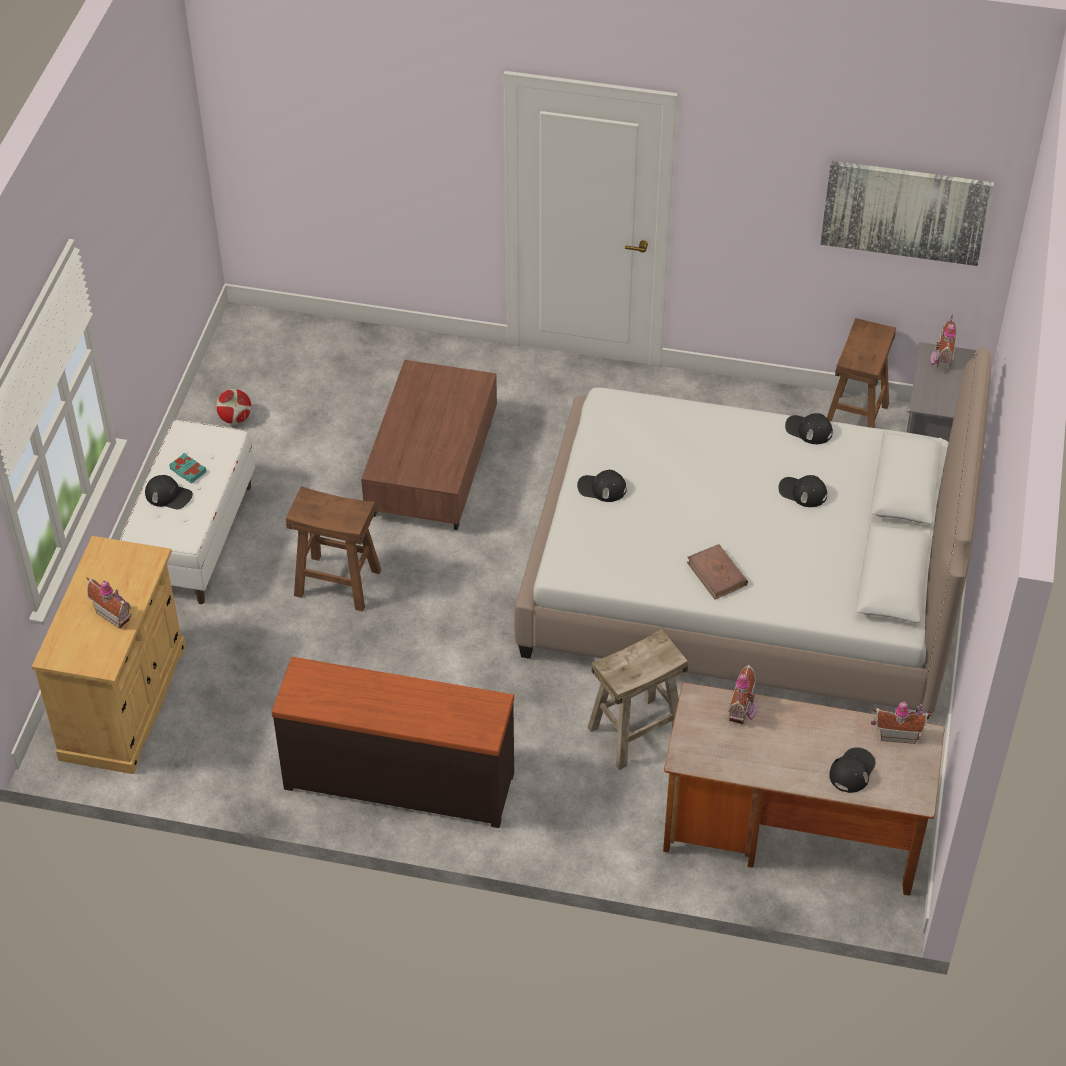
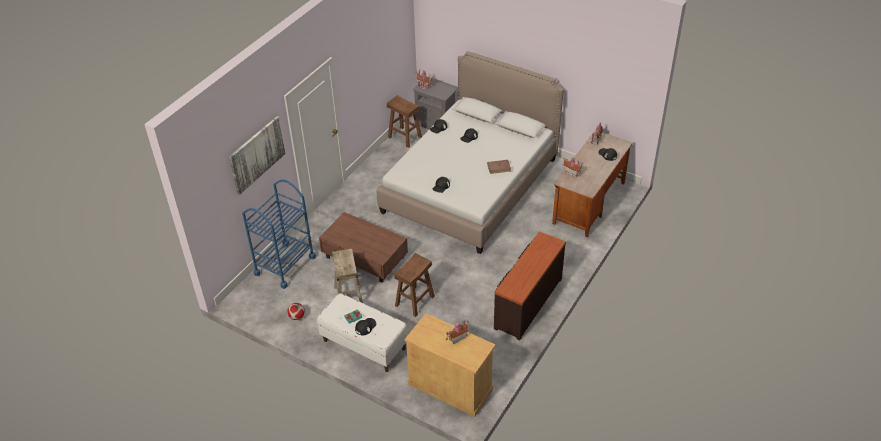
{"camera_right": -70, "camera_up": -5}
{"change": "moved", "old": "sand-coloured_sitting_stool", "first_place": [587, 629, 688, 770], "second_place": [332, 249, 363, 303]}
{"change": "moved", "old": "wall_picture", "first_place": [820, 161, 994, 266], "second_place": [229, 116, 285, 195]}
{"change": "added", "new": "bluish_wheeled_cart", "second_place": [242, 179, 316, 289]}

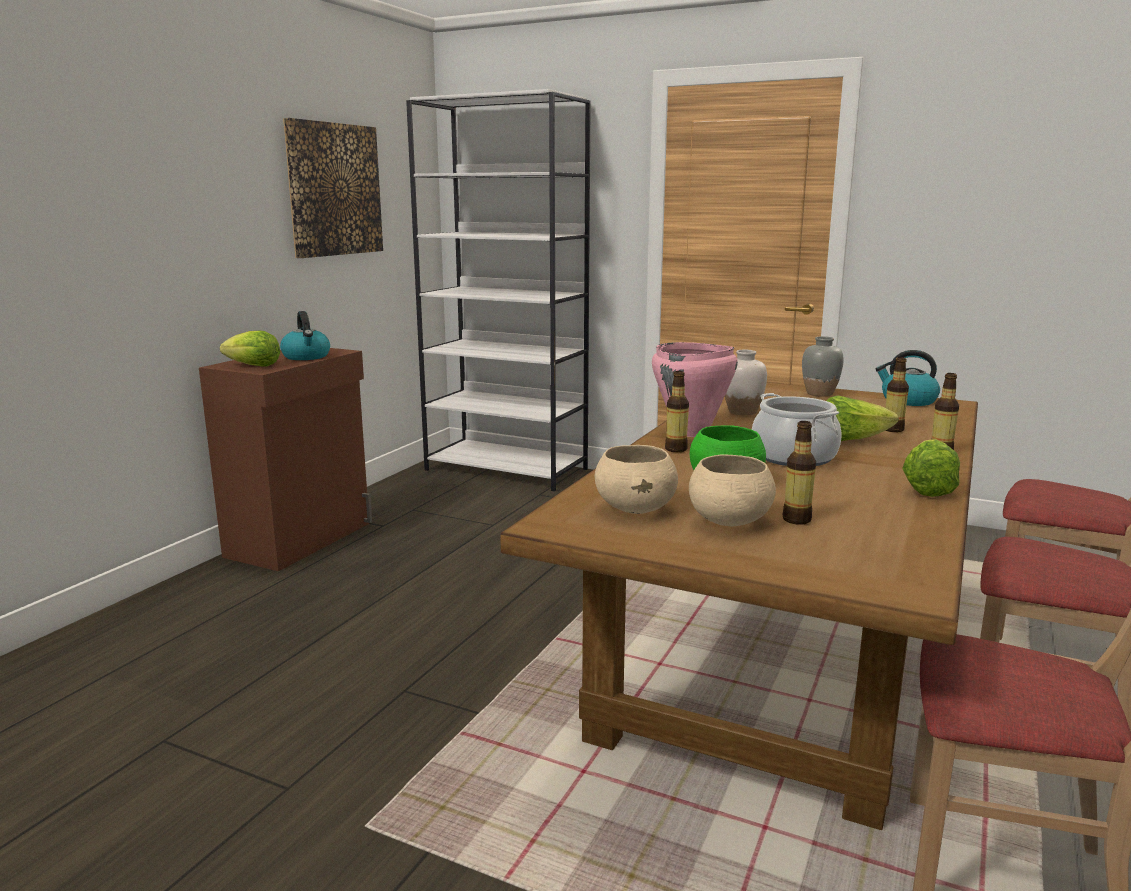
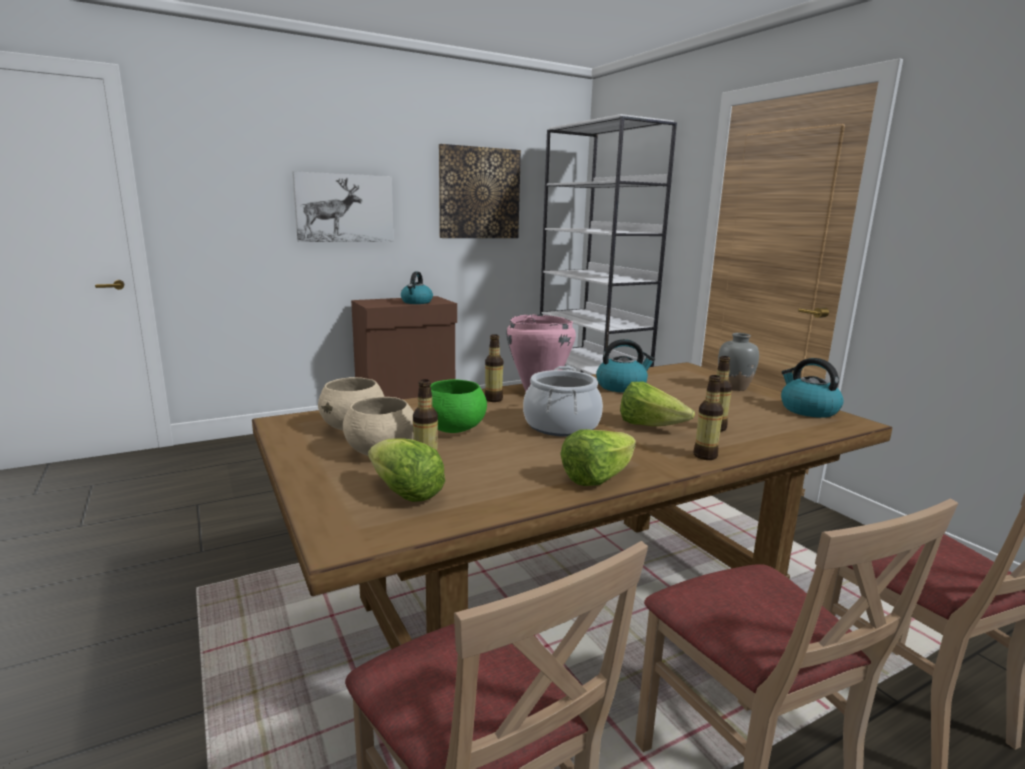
{"camera_right": 35, "camera_up": 0}
{"change": "moved", "old": "head_of_lettuce", "first_place": [220, 330, 280, 367], "second_place": [368, 439, 445, 502]}
{"change": "replaced", "old": "white-coloured_flower_vase", "new": "tea_kettle", "first_place": [725, 350, 767, 415], "second_place": [596, 339, 655, 393]}
{"change": "added", "new": "wall_picture", "second_place": [292, 171, 394, 242]}

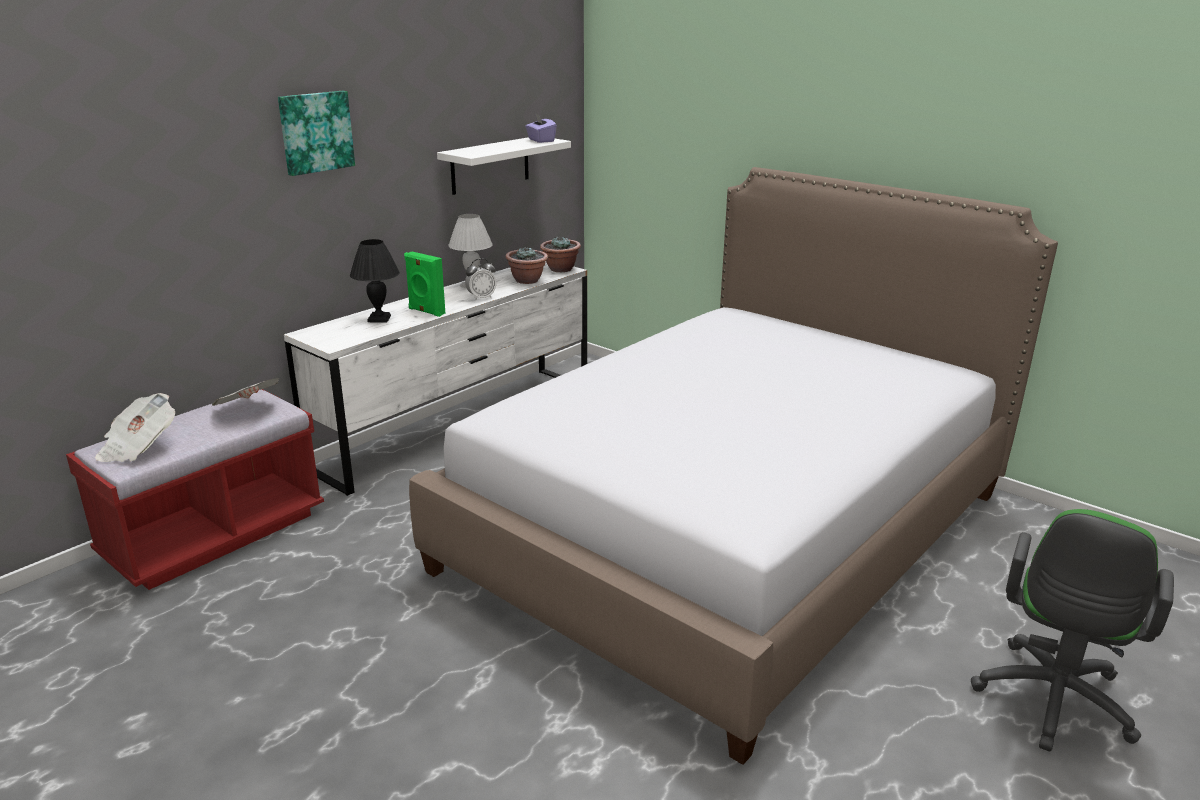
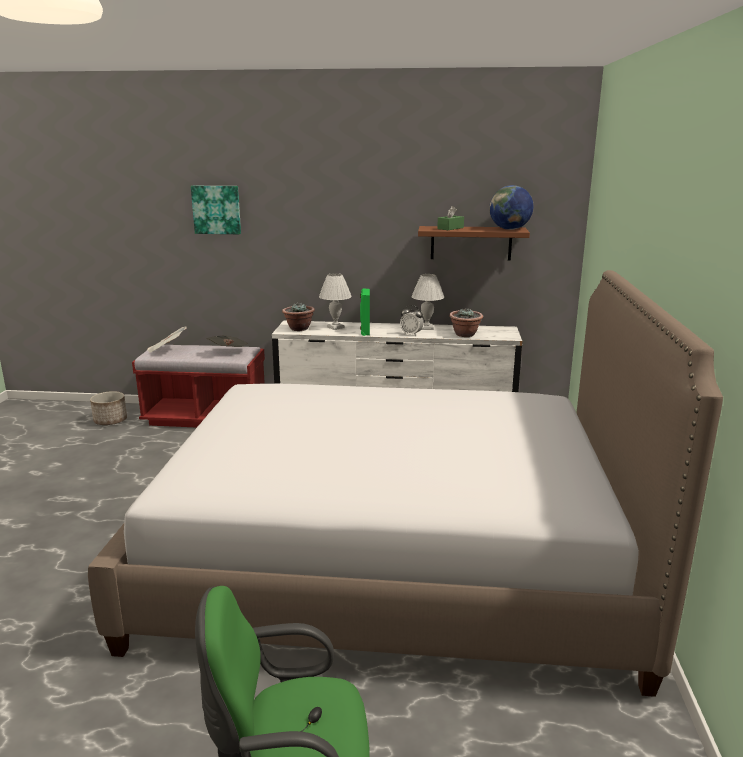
{"camera_right": 55, "camera_up": -5}
{"change": "moved", "old": "wall_picture", "first_place": [278, 91, 355, 176], "second_place": [191, 186, 241, 234]}
{"change": "recoloured", "old": "black_lamp_for_a_table", "new": "white-coloured_lamp_for_a_table", "first_place": [350, 239, 400, 322], "second_place": [319, 273, 352, 330]}
{"change": "recoloured", "old": "white-coloured_wall_shelf", "new": "brown_wall_shelf", "first_place": [437, 137, 571, 195], "second_place": [418, 226, 530, 261]}
{"change": "replaced", "old": "purplish_tissue_box", "new": "globe", "first_place": [525, 113, 557, 143], "second_place": [489, 185, 533, 230]}
{"change": "moved", "old": "houseplant", "first_place": [540, 237, 581, 272], "second_place": [282, 302, 315, 331]}
{"change": "added", "new": "planter", "second_place": [90, 391, 127, 425]}
{"change": "added", "new": "greenish_tissue_box", "second_place": [437, 206, 464, 230]}

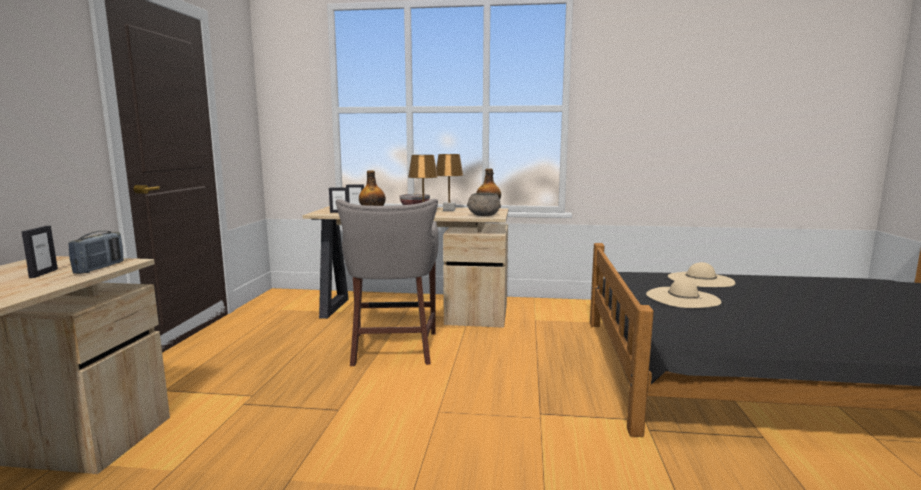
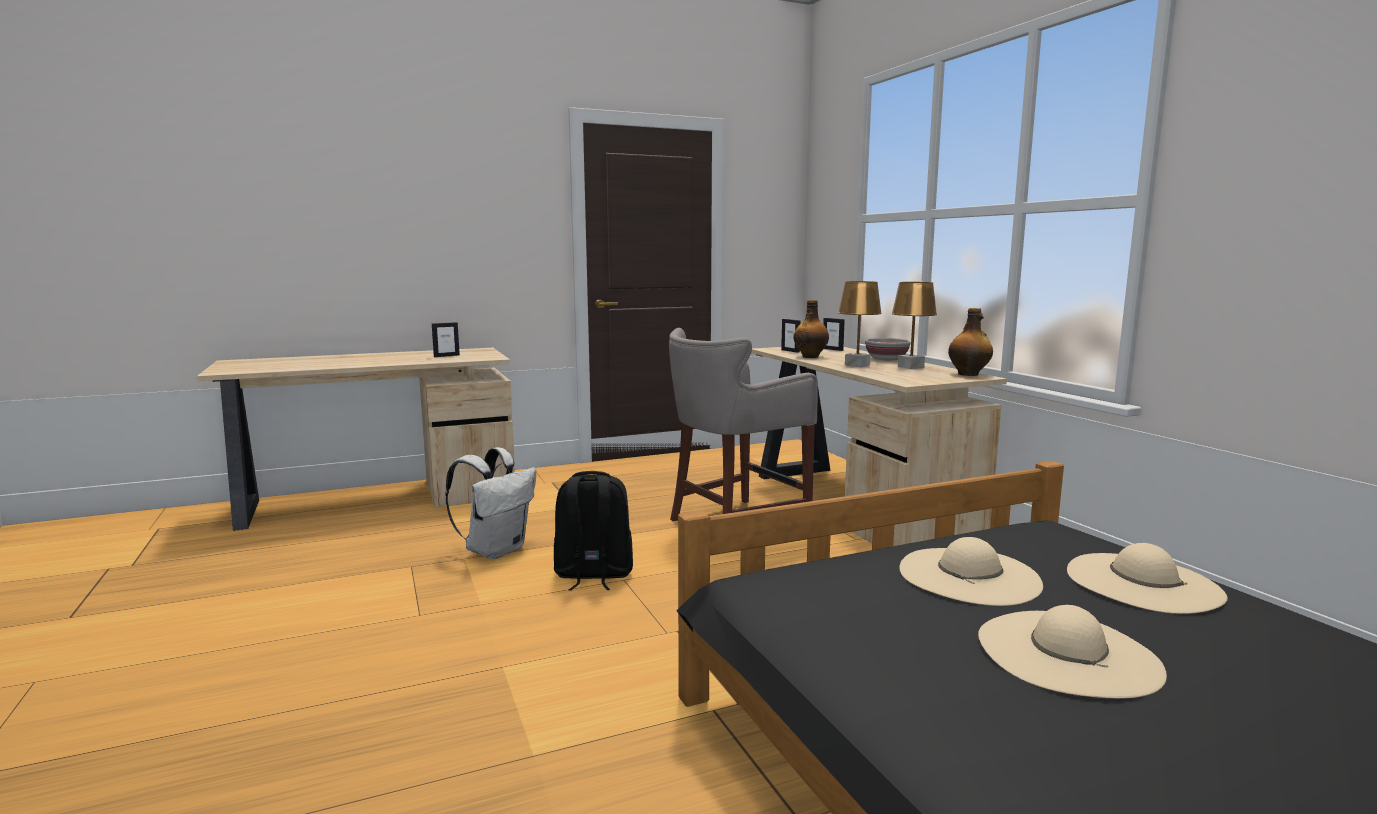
{"camera_right": 60, "camera_up": 0}
{"change": "removed", "old": "radio_set", "first_place": [68, 231, 124, 274]}
{"change": "removed", "old": "grey_deep_dish", "first_place": [467, 193, 501, 216]}
{"change": "added", "new": "white-coloured_rucksack", "second_place": [445, 447, 536, 559]}
{"change": "added", "new": "black_rucksack", "second_place": [554, 471, 633, 591]}
{"change": "added", "new": "sand-coloured_clothing_hat", "second_place": [978, 605, 1167, 698]}

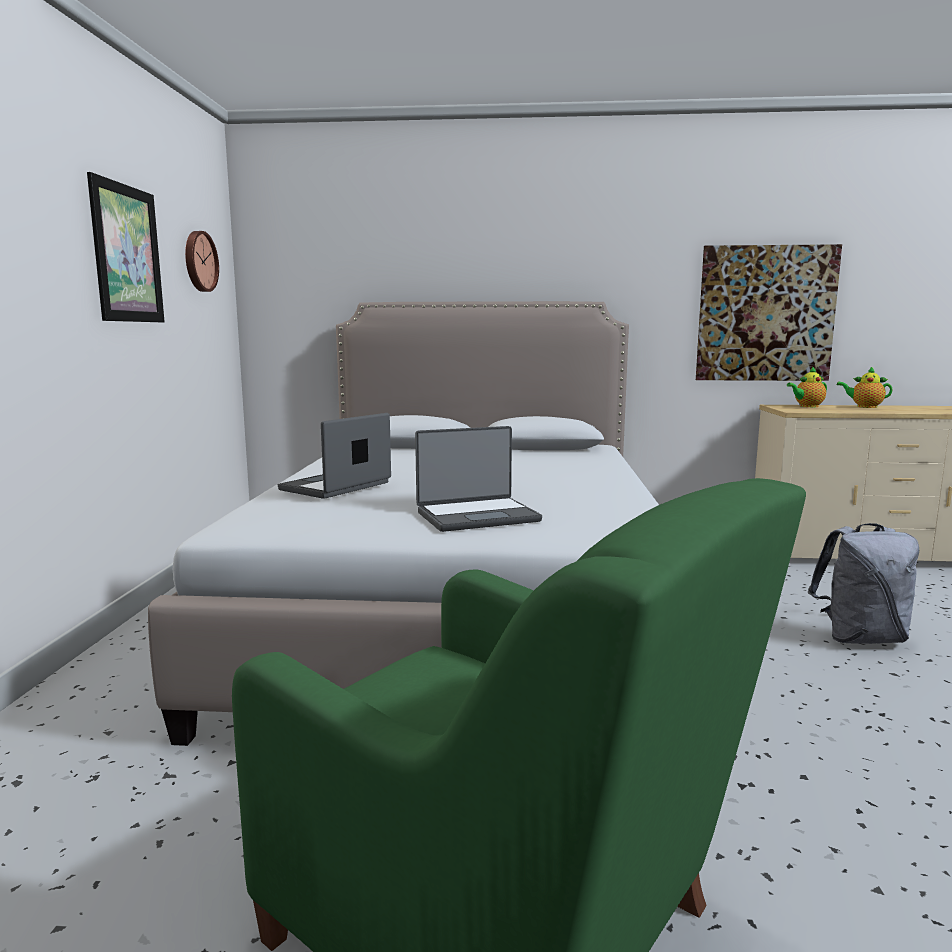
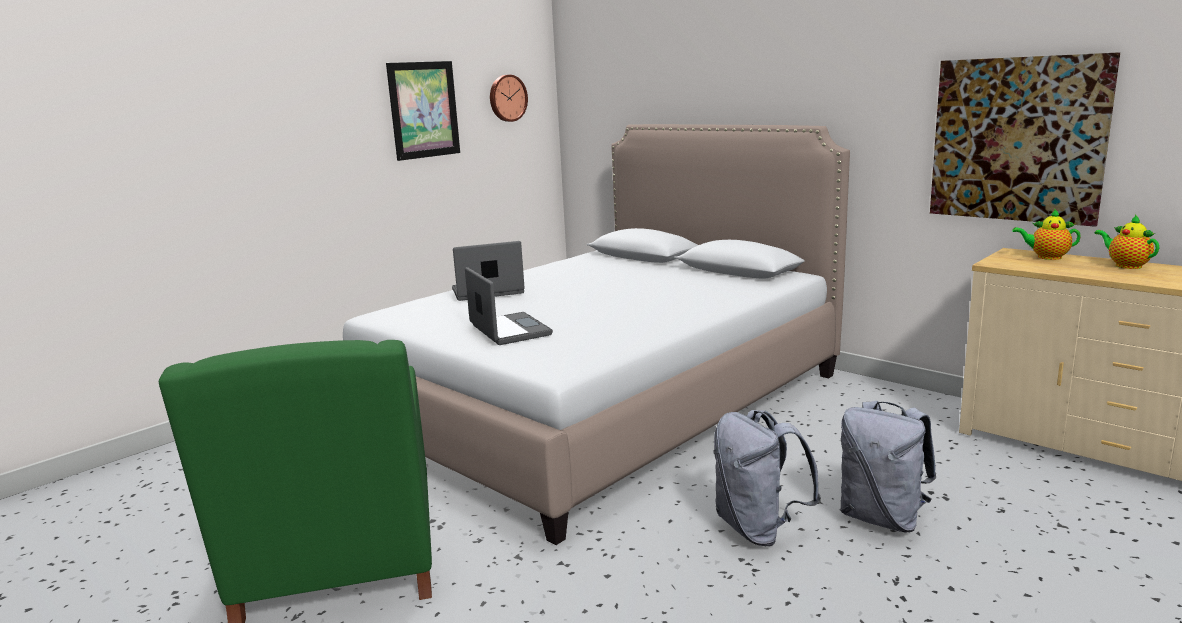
{"camera_right": 40, "camera_up": 5}
{"change": "turned", "old": "laptop", "first_place": [415, 426, 542, 532], "second_place": [465, 267, 553, 345], "degrees": -135}
{"change": "added", "new": "grey_rucksack", "second_place": [713, 410, 821, 546]}

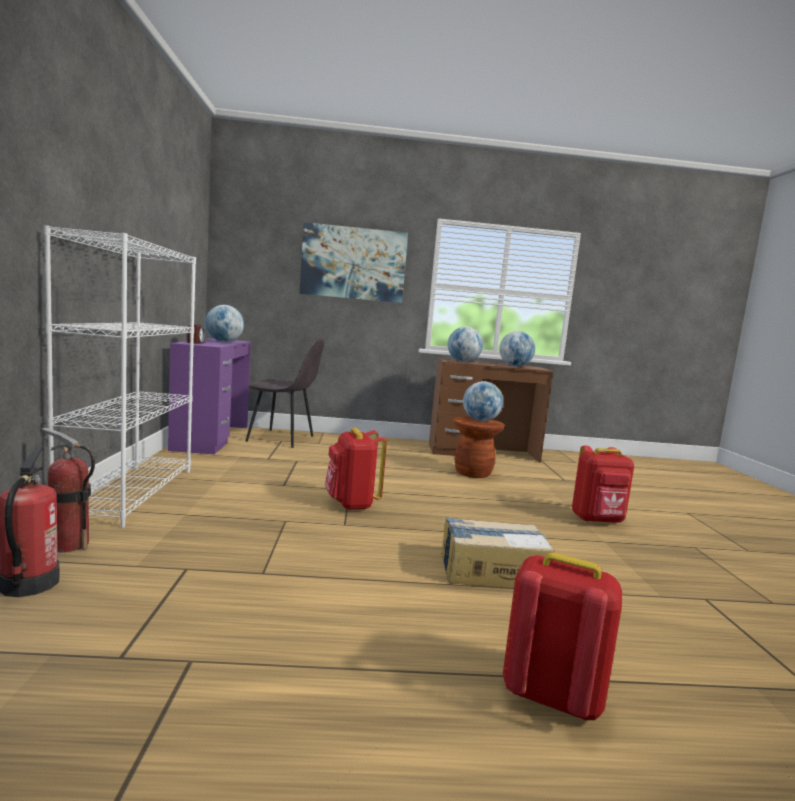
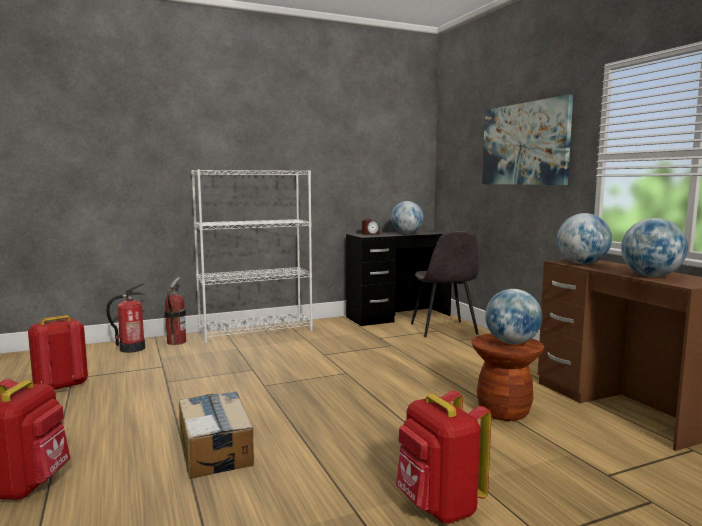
{"camera_right": 70, "camera_up": 0}
{"change": "recoloured", "old": "purplish_desk_table", "new": "black_desk_table", "first_place": [168, 338, 251, 454], "second_place": [346, 230, 452, 326]}
{"change": "moved", "old": "red_rucksack", "first_place": [325, 428, 387, 510], "second_place": [28, 315, 88, 390]}

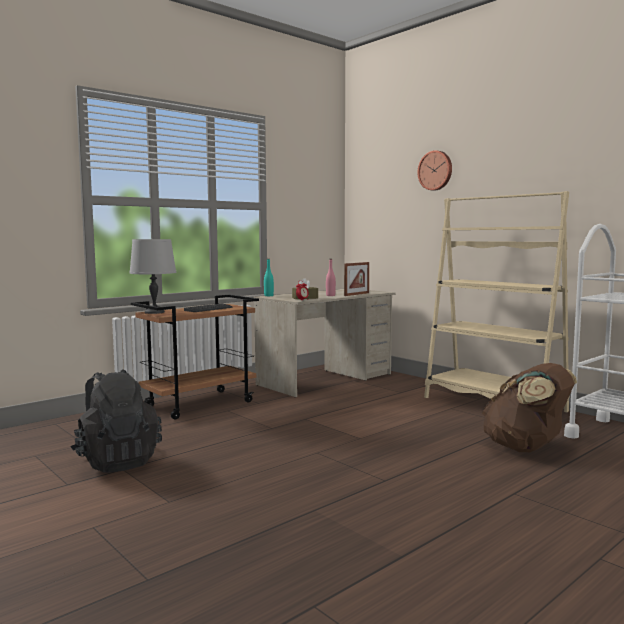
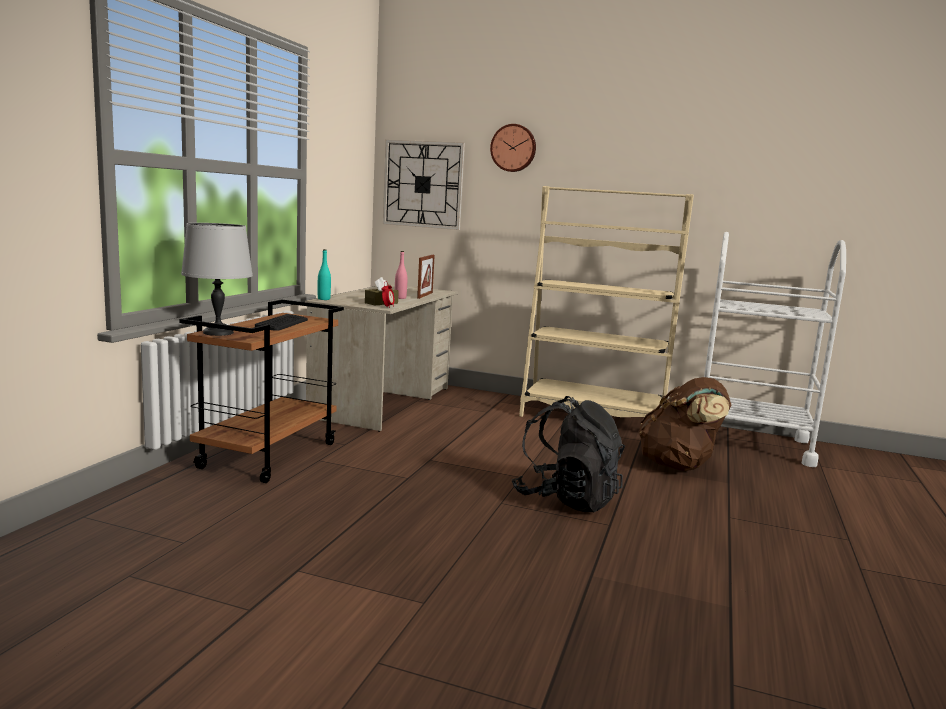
{"camera_right": -30, "camera_up": 5}
{"change": "moved", "old": "black_rucksack", "first_place": [70, 369, 162, 473], "second_place": [512, 396, 625, 512]}
{"change": "added", "new": "wall_clock", "second_place": [383, 140, 465, 230]}

